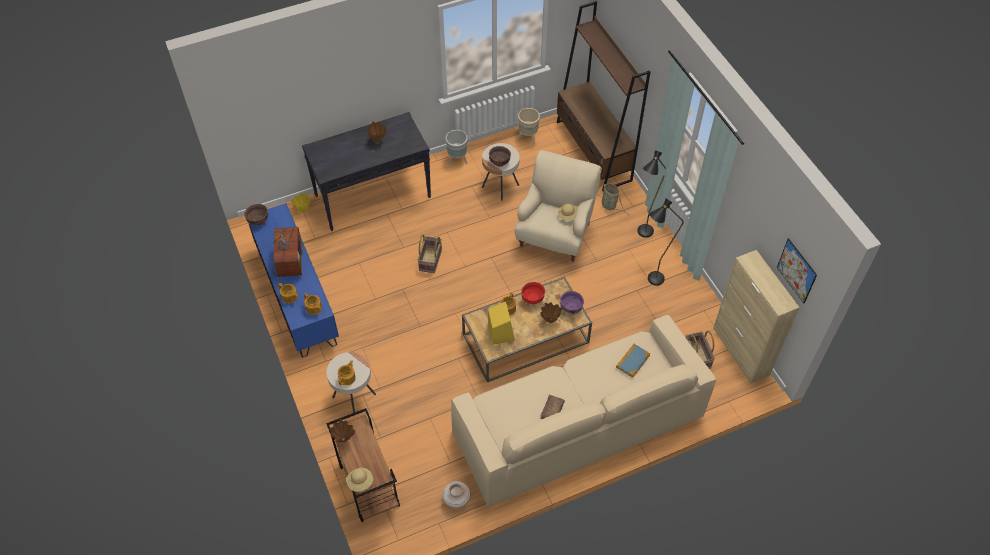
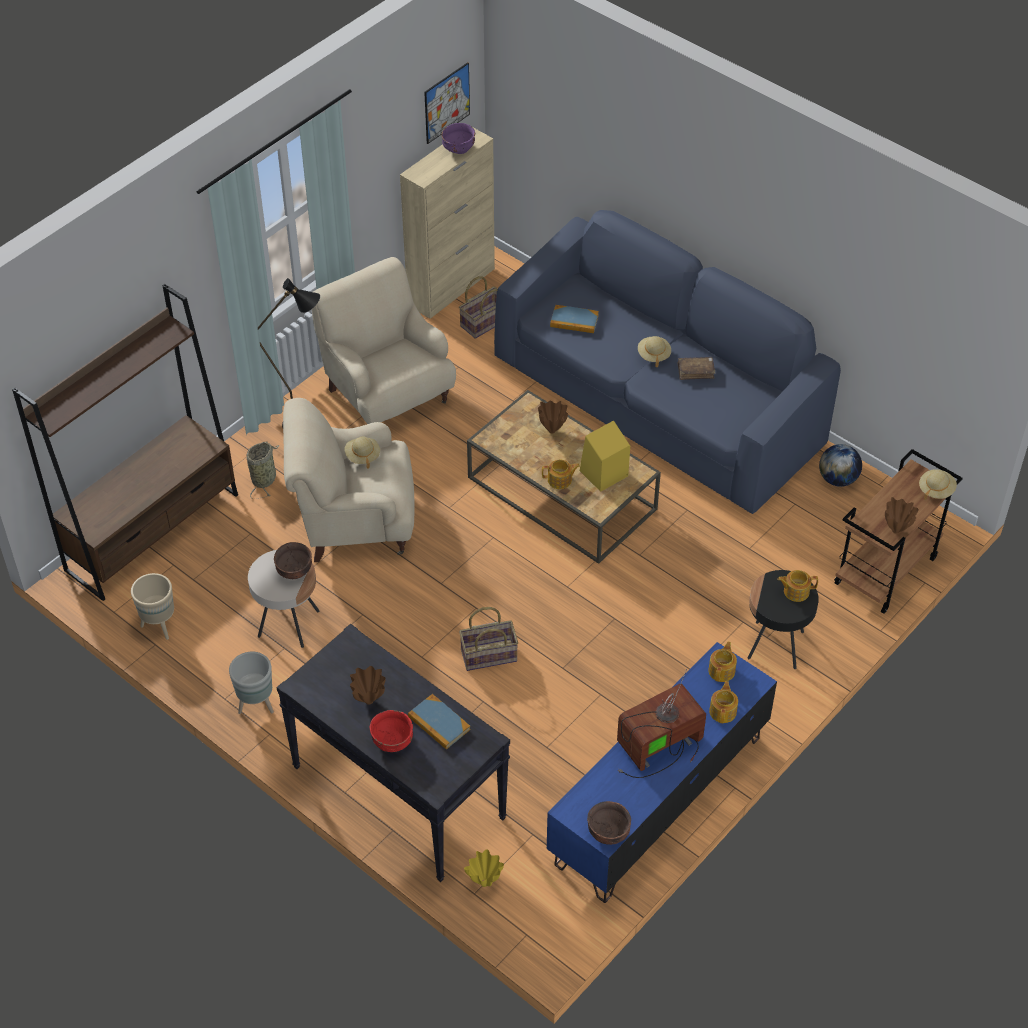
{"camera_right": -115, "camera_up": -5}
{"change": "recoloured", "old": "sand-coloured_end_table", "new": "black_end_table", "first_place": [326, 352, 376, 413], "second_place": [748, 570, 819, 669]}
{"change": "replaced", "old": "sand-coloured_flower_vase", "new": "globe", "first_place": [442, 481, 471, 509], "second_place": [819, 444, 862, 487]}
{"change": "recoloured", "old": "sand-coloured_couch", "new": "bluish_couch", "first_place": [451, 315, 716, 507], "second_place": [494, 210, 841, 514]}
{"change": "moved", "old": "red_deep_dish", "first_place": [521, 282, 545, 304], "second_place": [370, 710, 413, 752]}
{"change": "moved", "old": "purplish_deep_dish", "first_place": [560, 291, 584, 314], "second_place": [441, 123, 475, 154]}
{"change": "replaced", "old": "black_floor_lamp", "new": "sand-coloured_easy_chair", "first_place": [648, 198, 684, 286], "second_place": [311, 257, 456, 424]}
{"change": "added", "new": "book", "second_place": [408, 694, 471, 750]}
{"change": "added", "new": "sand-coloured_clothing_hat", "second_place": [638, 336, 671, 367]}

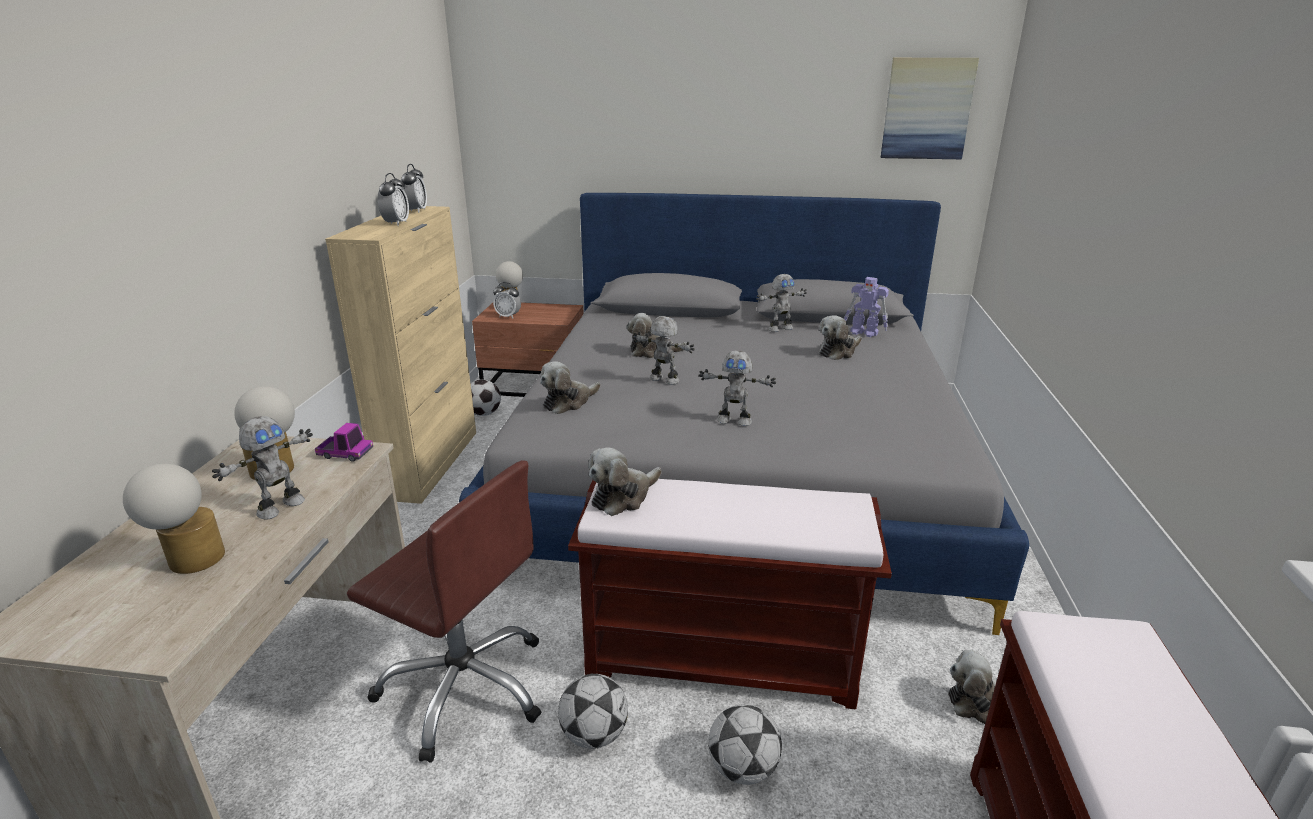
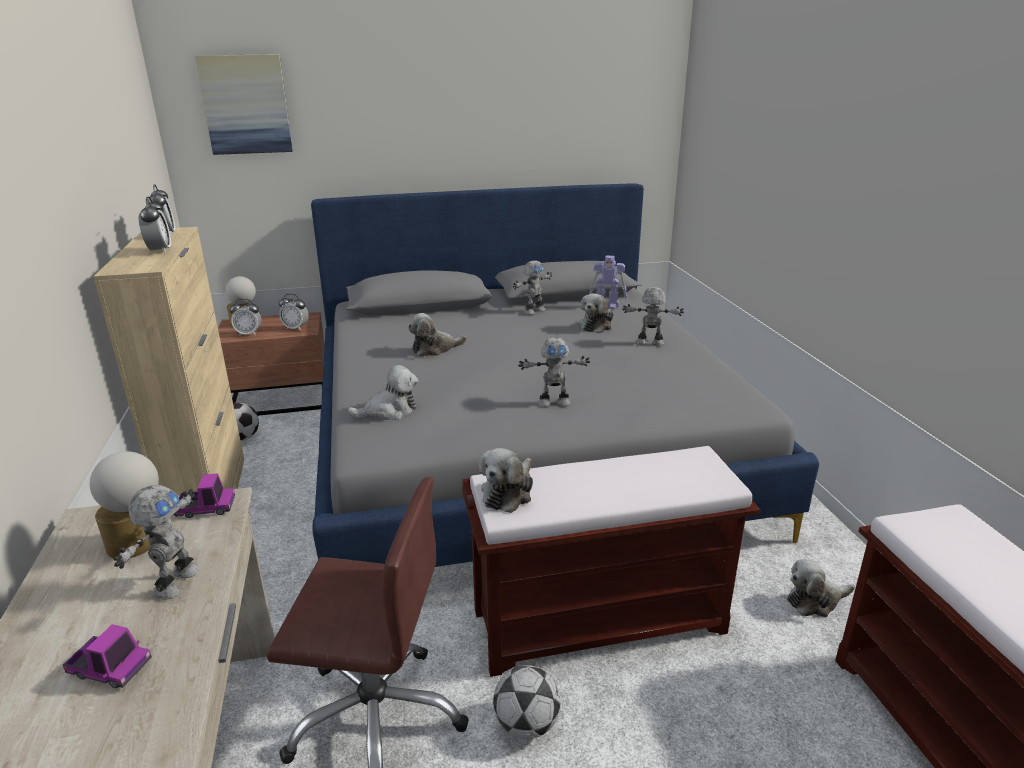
{"camera_right": -20, "camera_up": 0}
{"change": "replaced", "old": "lamp_for_a_table", "new": "toy_truck", "first_place": [123, 464, 225, 574], "second_place": [63, 624, 152, 688]}
{"change": "turned", "old": "cuddly_toy", "first_place": [540, 361, 601, 414], "second_place": [347, 365, 418, 420], "degrees": -135}
{"change": "moved", "old": "robot_figure", "first_place": [633, 316, 695, 385], "second_place": [622, 287, 684, 346]}
{"change": "removed", "old": "ball_for_football", "first_place": [708, 704, 782, 785]}
{"change": "moved", "old": "wall_picture", "first_place": [881, 58, 979, 159], "second_place": [195, 54, 293, 155]}
{"change": "added", "new": "bedside_clock", "second_place": [279, 294, 309, 331]}

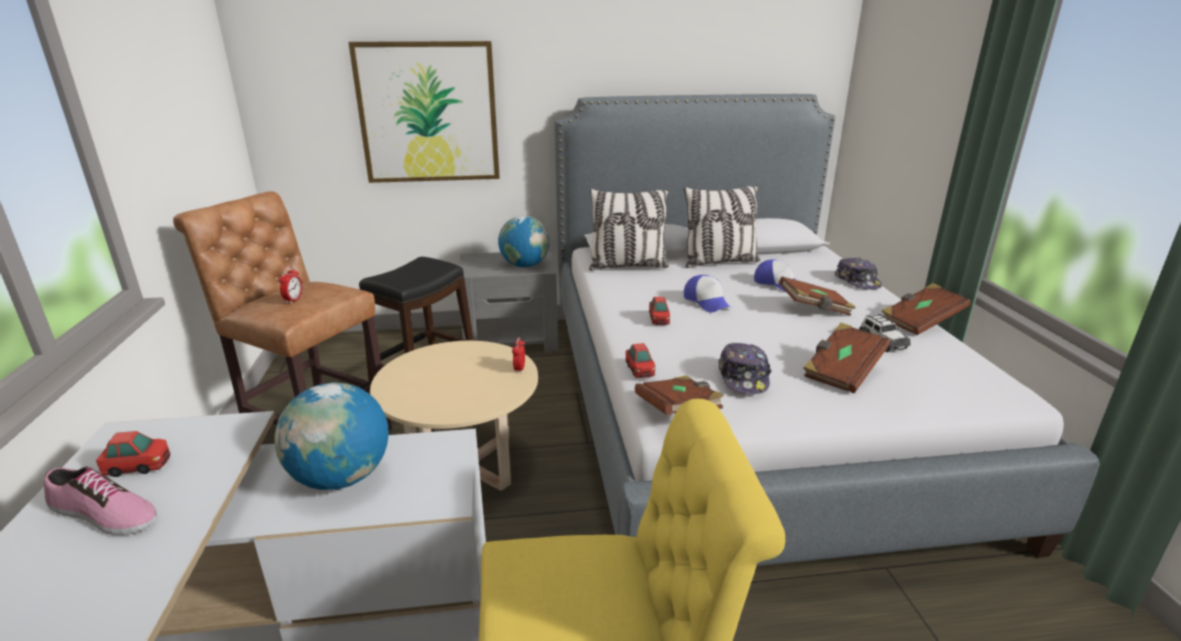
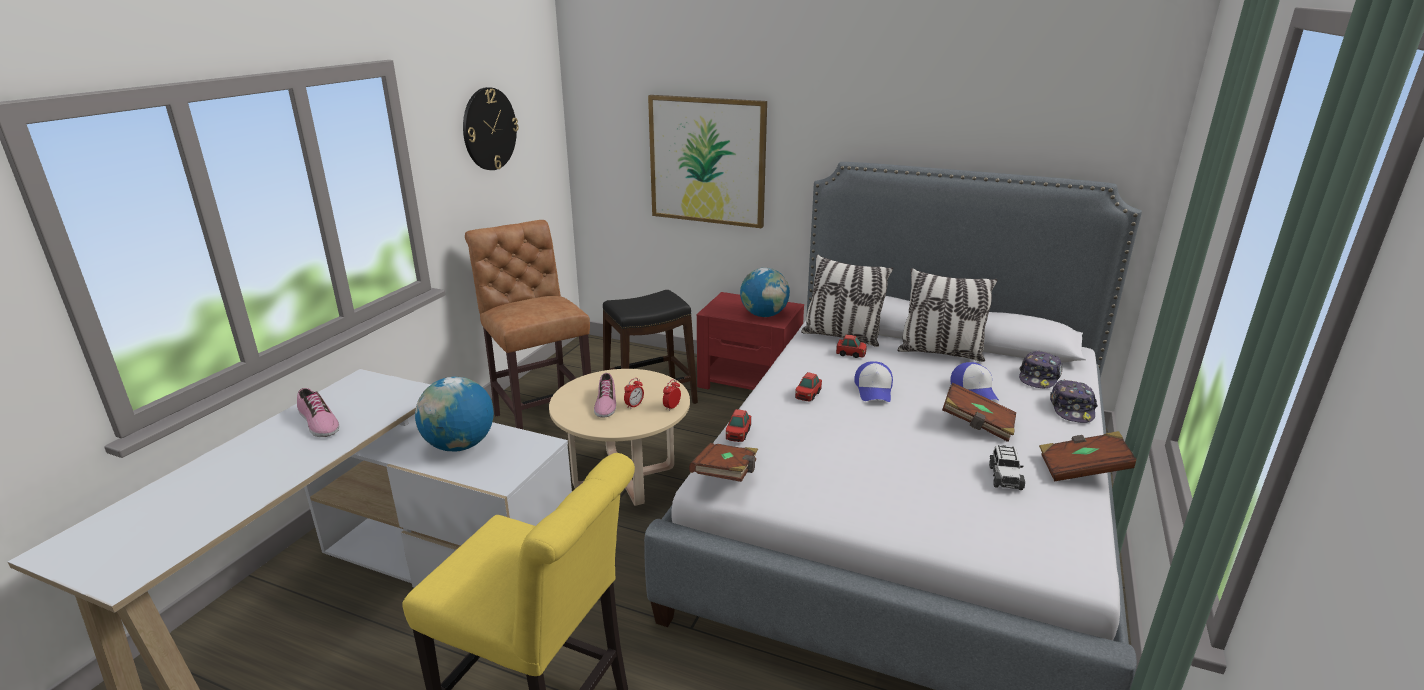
{"camera_right": 30, "camera_up": 0}
{"change": "moved", "old": "toy_car", "first_place": [96, 431, 170, 477], "second_place": [836, 334, 867, 358]}
{"change": "moved", "old": "bedside_clock", "first_place": [279, 266, 302, 304], "second_place": [624, 378, 644, 409]}
{"change": "recoloured", "old": "grey_nightstand", "new": "red_nightstand", "first_place": [459, 250, 558, 352], "second_place": [697, 292, 804, 390]}
{"change": "moved", "old": "cap", "first_place": [719, 343, 772, 394], "second_place": [1019, 350, 1063, 389]}
{"change": "removed", "old": "brown_book", "first_place": [803, 323, 890, 393]}
{"change": "added", "new": "wall_clock", "second_place": [463, 87, 519, 170]}
{"change": "added", "new": "shoe", "second_place": [594, 373, 616, 418]}

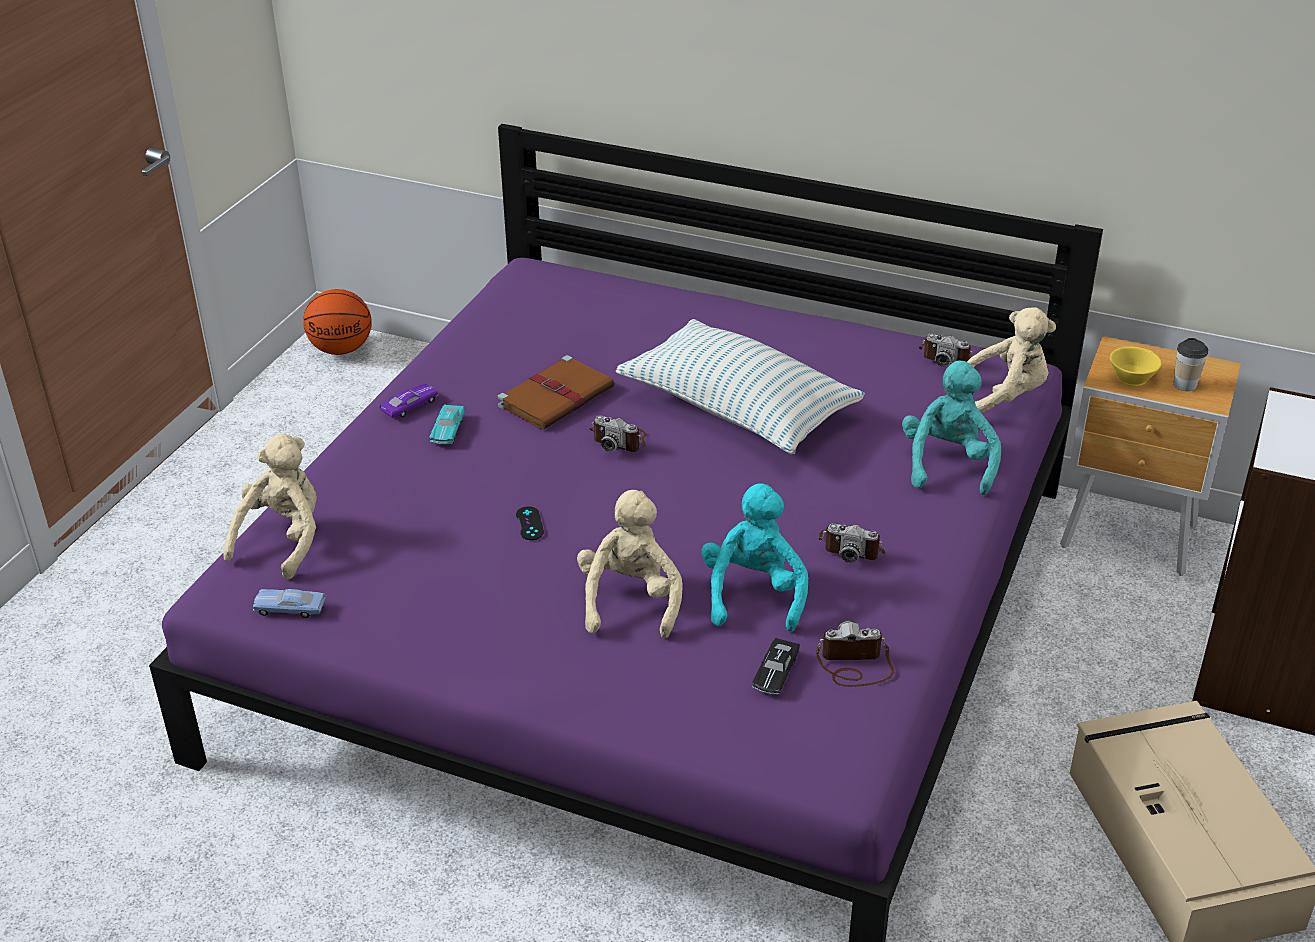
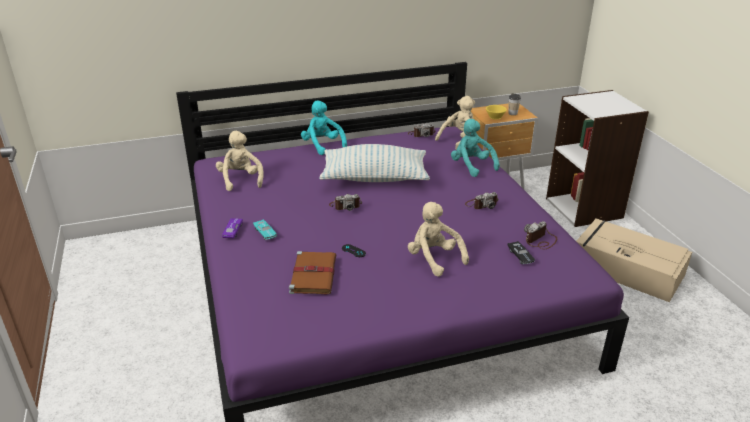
{"camera_right": -40, "camera_up": -5}
{"change": "moved", "old": "sand-coloured_cuddly_toy", "first_place": [223, 434, 317, 579], "second_place": [216, 131, 264, 191]}
{"change": "removed", "old": "bluish_toy_car", "first_place": [253, 589, 326, 618]}
{"change": "removed", "old": "basketball", "first_place": [303, 289, 372, 355]}
{"change": "moved", "old": "brown_book", "first_place": [497, 355, 615, 429], "second_place": [289, 251, 336, 294]}
{"change": "moved", "old": "blue-green_cuddly_toy", "first_place": [701, 484, 808, 632], "second_place": [301, 100, 347, 155]}

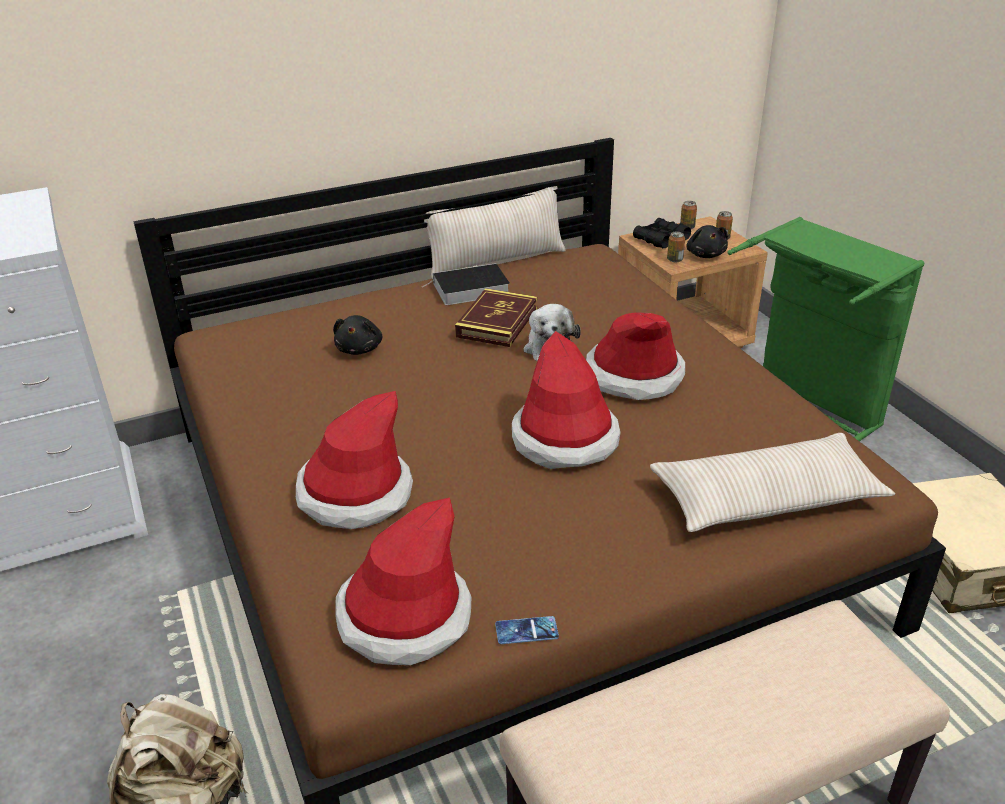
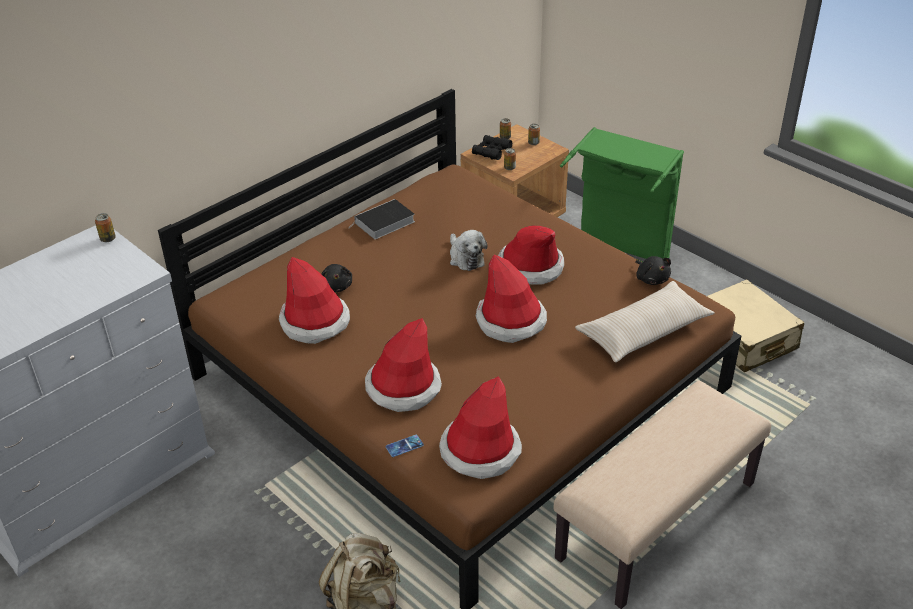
{"camera_right": -20, "camera_up": 5}
{"change": "removed", "old": "sand-coloured_cushion", "first_place": [424, 186, 566, 279]}
{"change": "removed", "old": "book", "first_place": [455, 288, 537, 347]}
{"change": "moved", "old": "telephone", "first_place": [495, 616, 559, 644], "second_place": [386, 435, 424, 457]}
{"change": "moved", "old": "black_cuddly_toy", "first_place": [687, 225, 728, 258], "second_place": [635, 256, 671, 285]}
{"change": "added", "new": "can", "second_place": [95, 213, 116, 242]}
{"change": "added", "new": "clothing_hat", "second_place": [279, 257, 350, 344]}

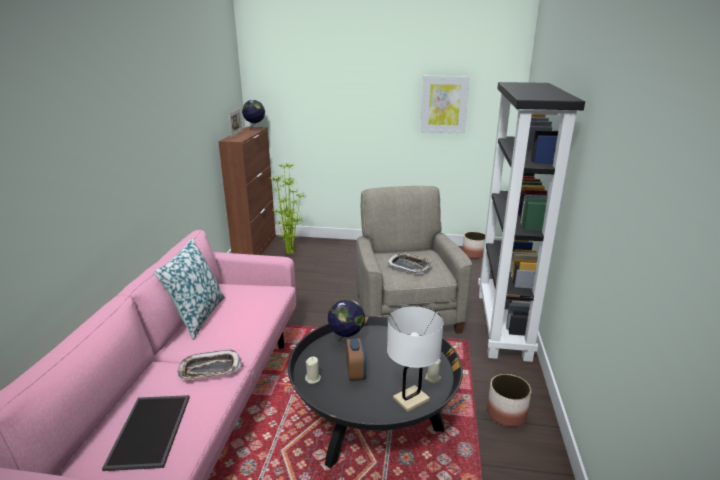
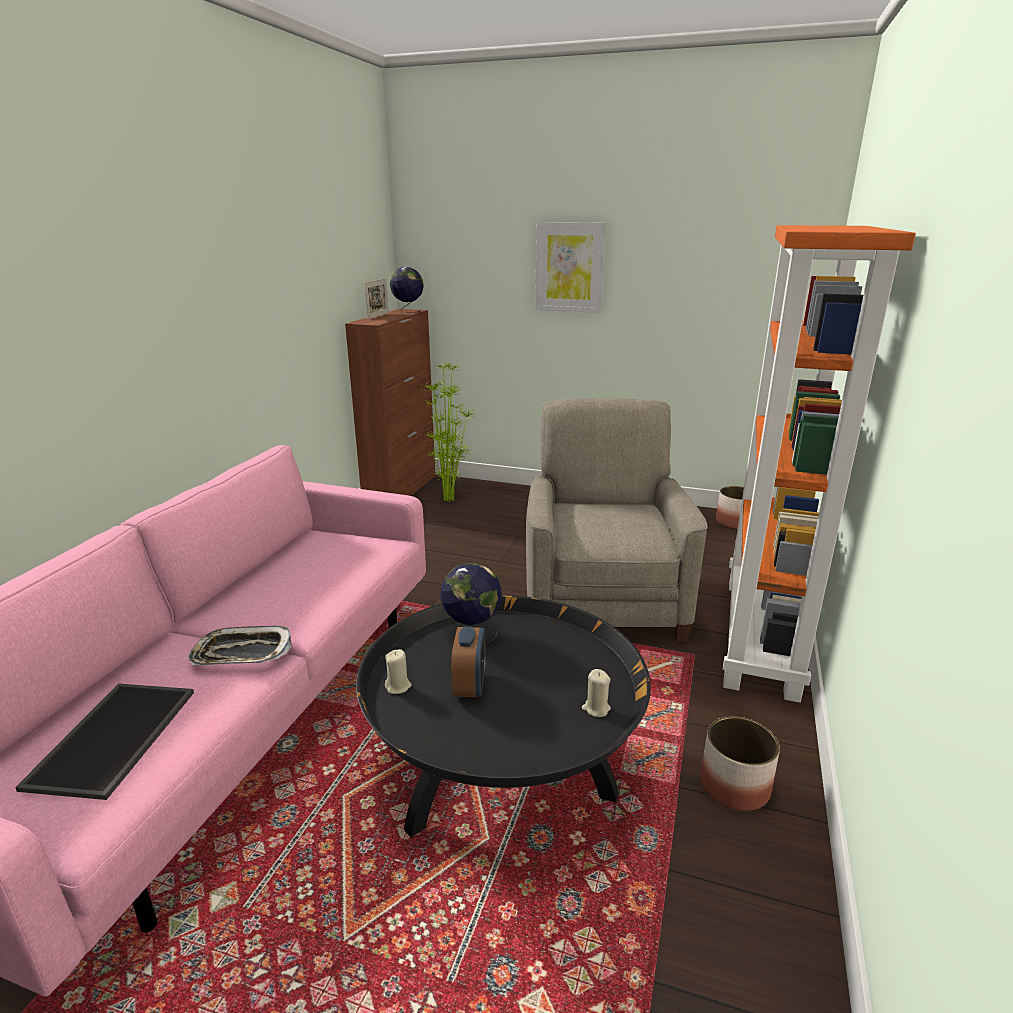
{"camera_right": 10, "camera_up": 0}
{"change": "removed", "old": "cushion", "first_place": [153, 238, 225, 340]}
{"change": "removed", "old": "carrying_tray", "first_place": [387, 253, 432, 274]}
{"change": "removed", "old": "white-coloured_lamp_for_a_table", "first_place": [387, 306, 444, 412]}
{"change": "moved", "old": "wall_picture", "first_place": [420, 76, 470, 134], "second_place": [535, 222, 606, 313]}
{"change": "recoloured", "old": "black_shelving_unit", "new": "orangey_shelving_unit", "first_place": [478, 82, 585, 362], "second_place": [723, 225, 916, 703]}

